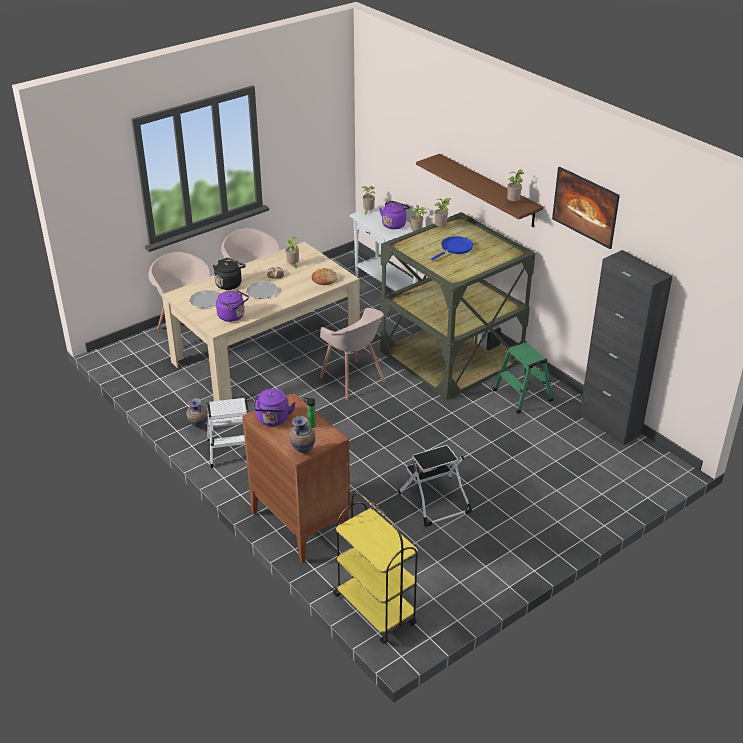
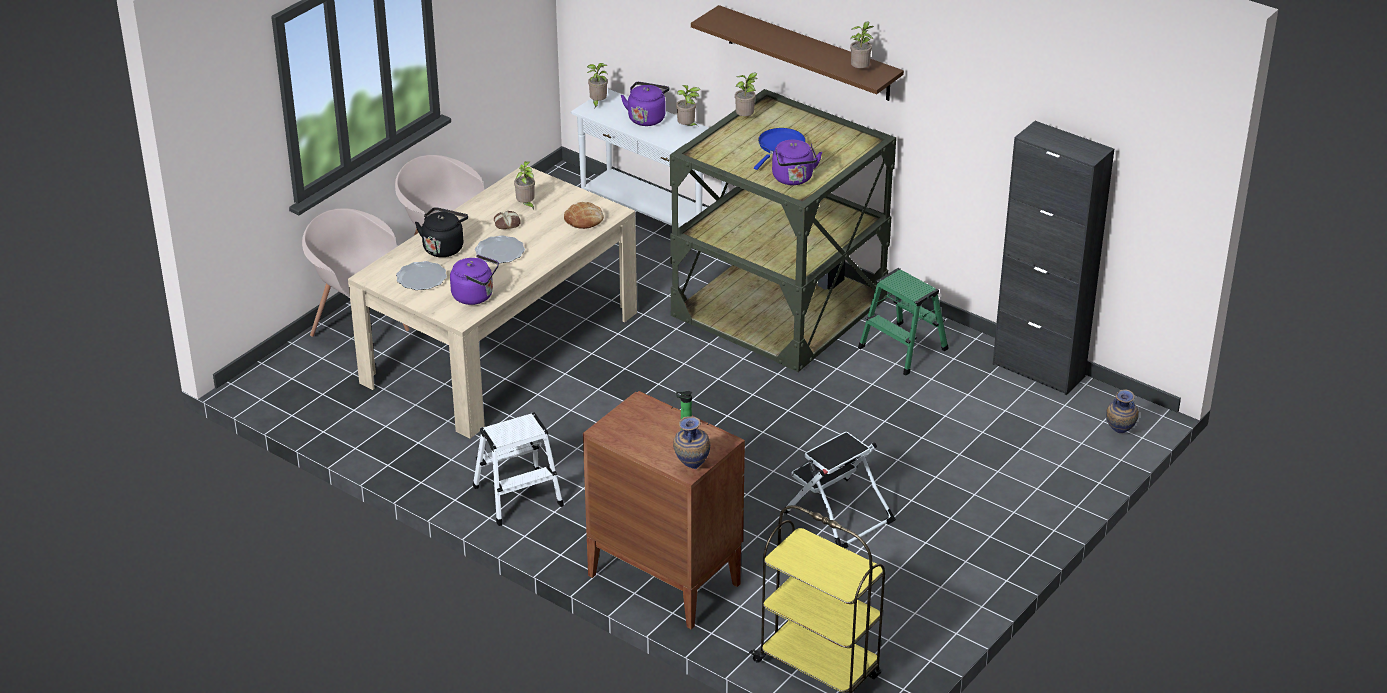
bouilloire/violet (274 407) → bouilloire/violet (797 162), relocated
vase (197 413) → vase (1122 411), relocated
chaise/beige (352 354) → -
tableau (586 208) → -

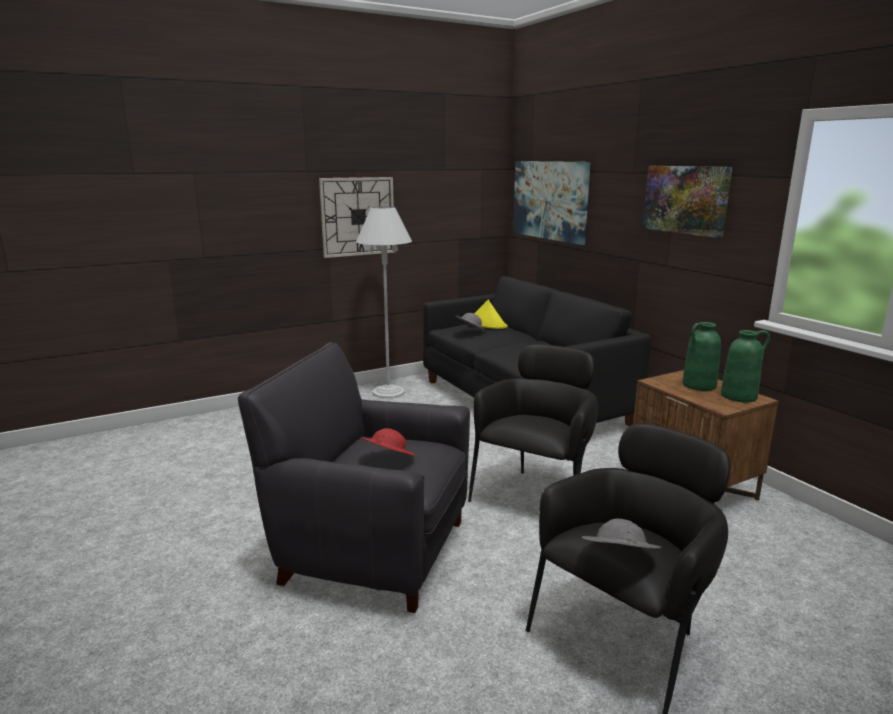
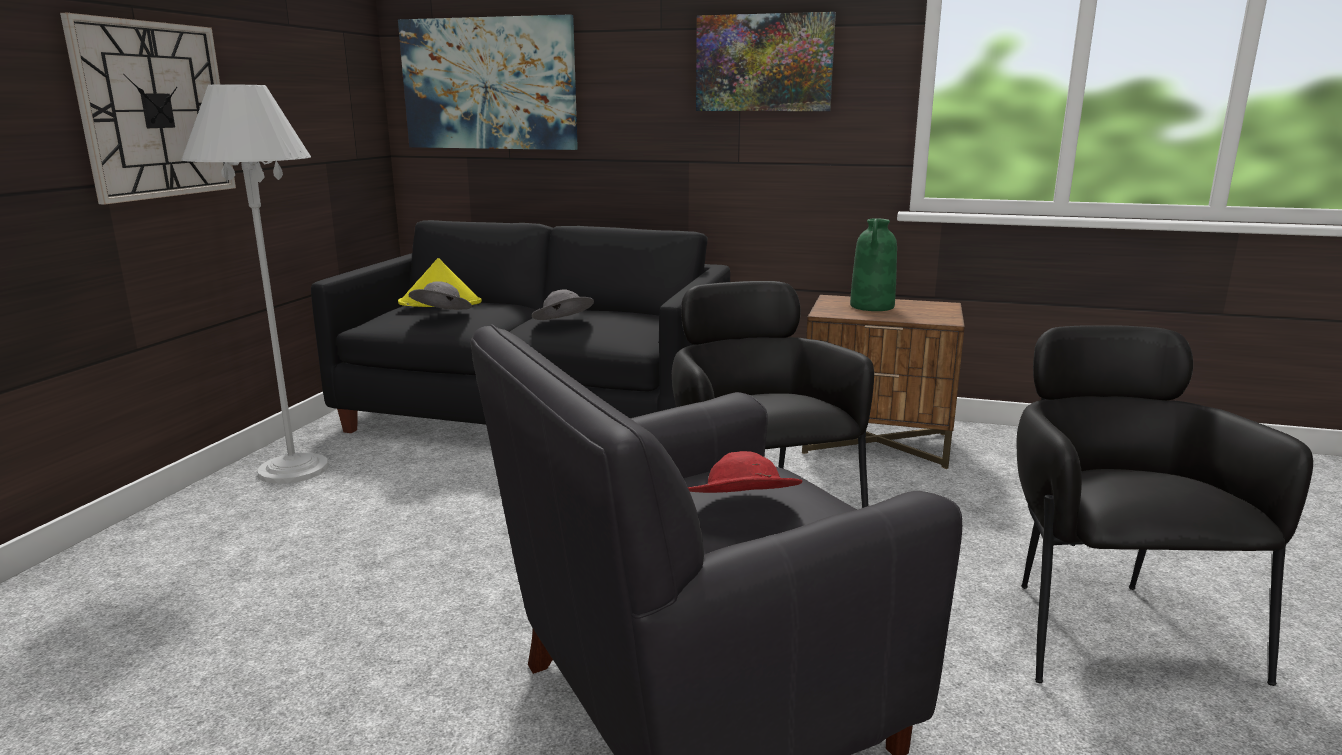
chapeau/gris (622 533) → chapeau/gris (563 304), relocated
vase/vert (745 366) → -

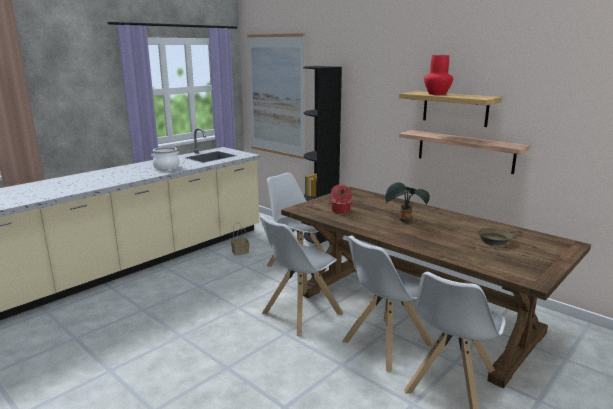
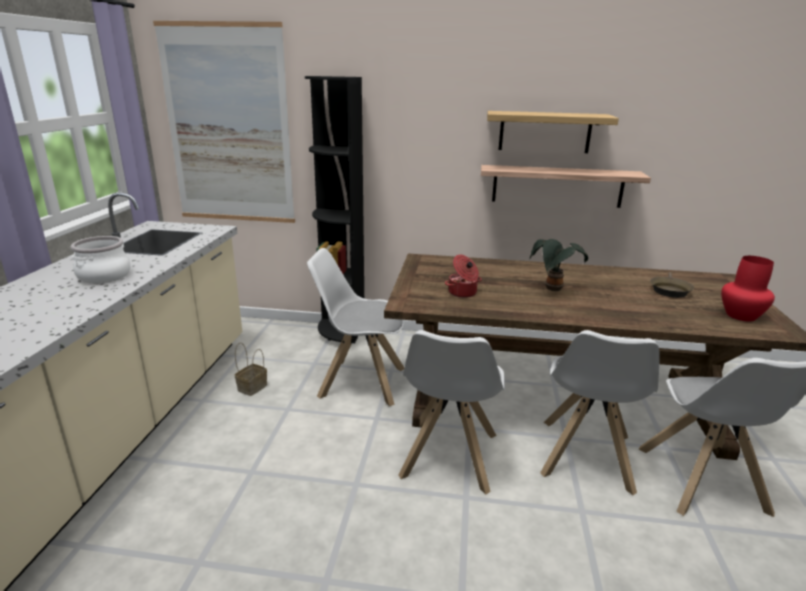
vase/rouge (438 75) → vase/rouge (748 288), relocated

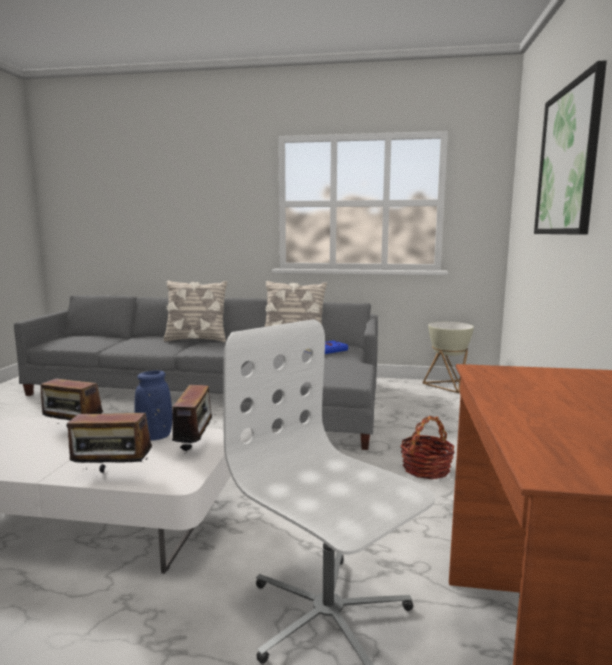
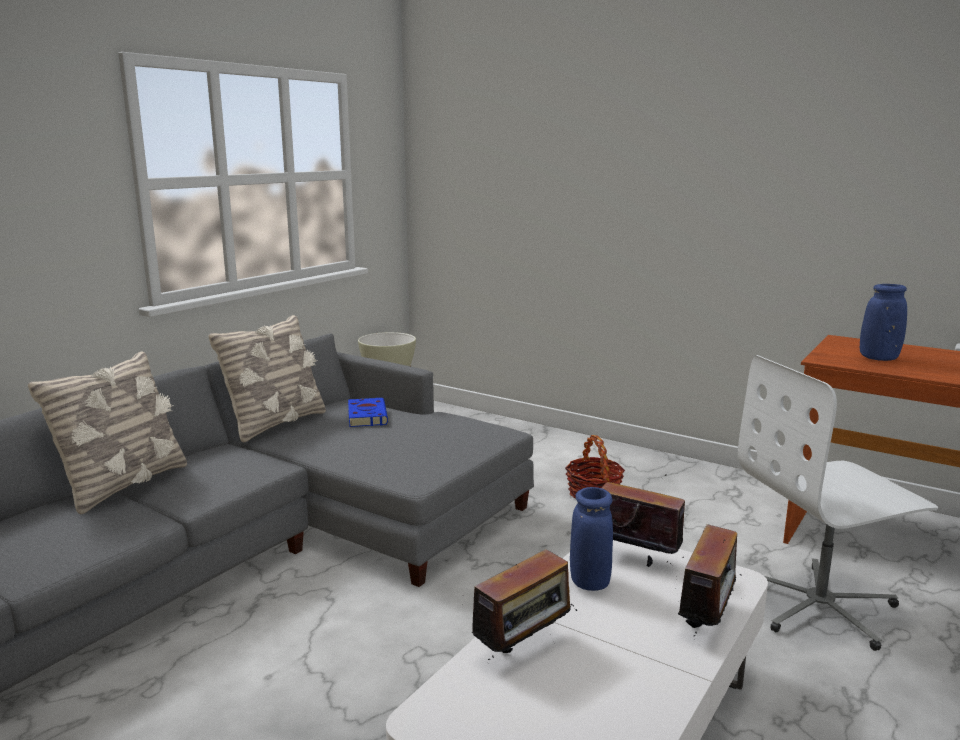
- → vase/bleu (883 322)
tableau (570 147) → -

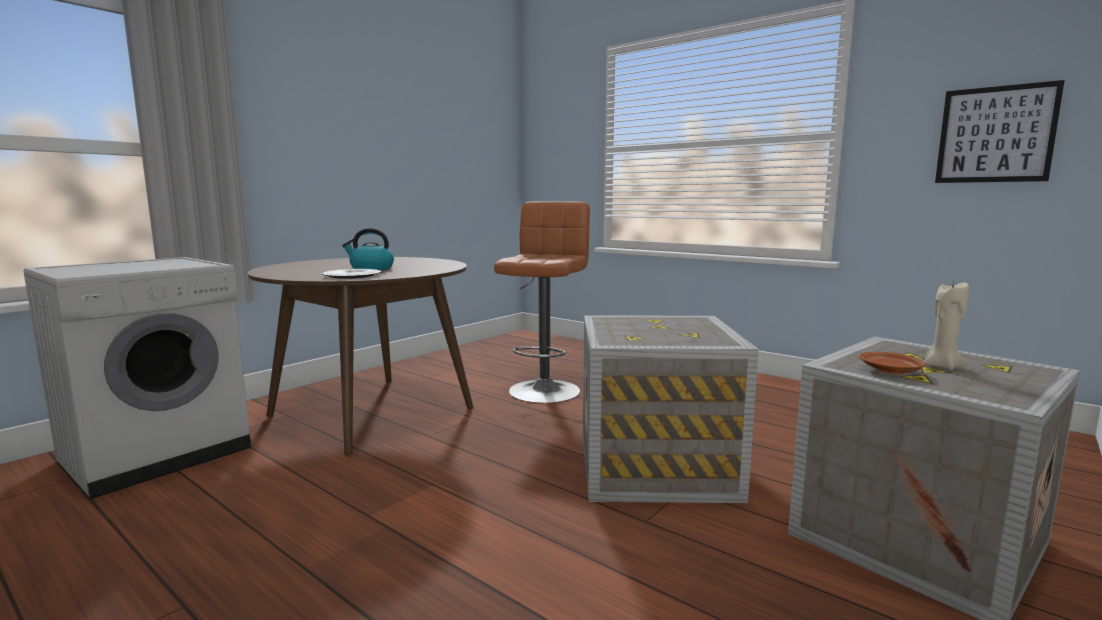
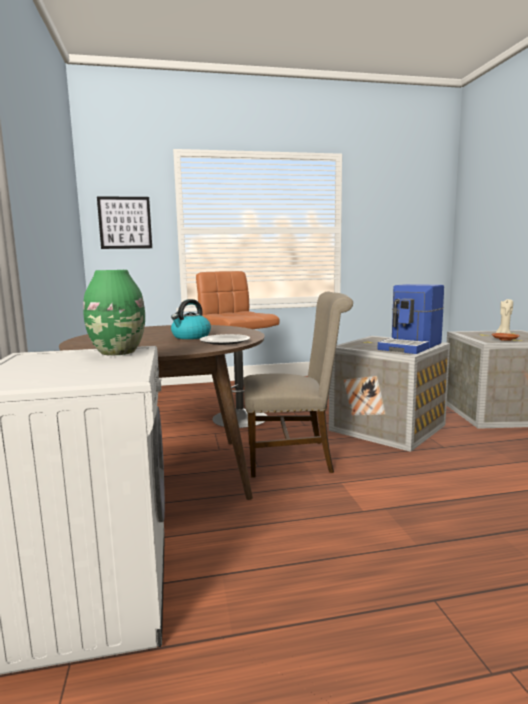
- → vase/vert (114 313)
tableau (1000 131) → tableau (124 222), relocated
- → chaise/beige (298 385)
- → machine à café (411 319)

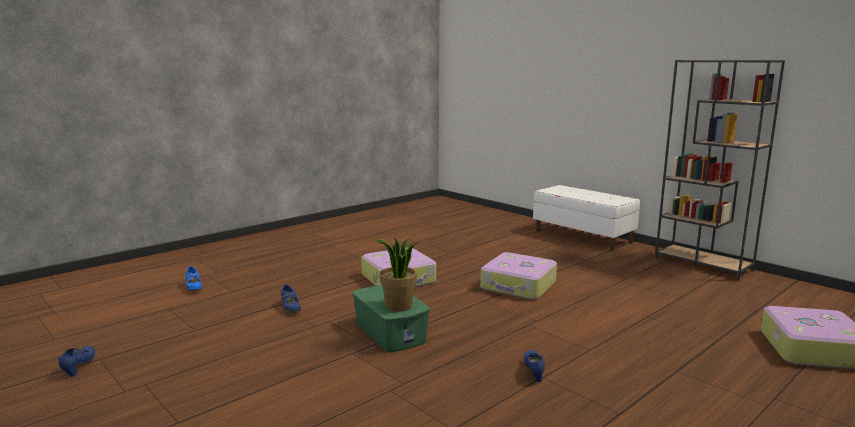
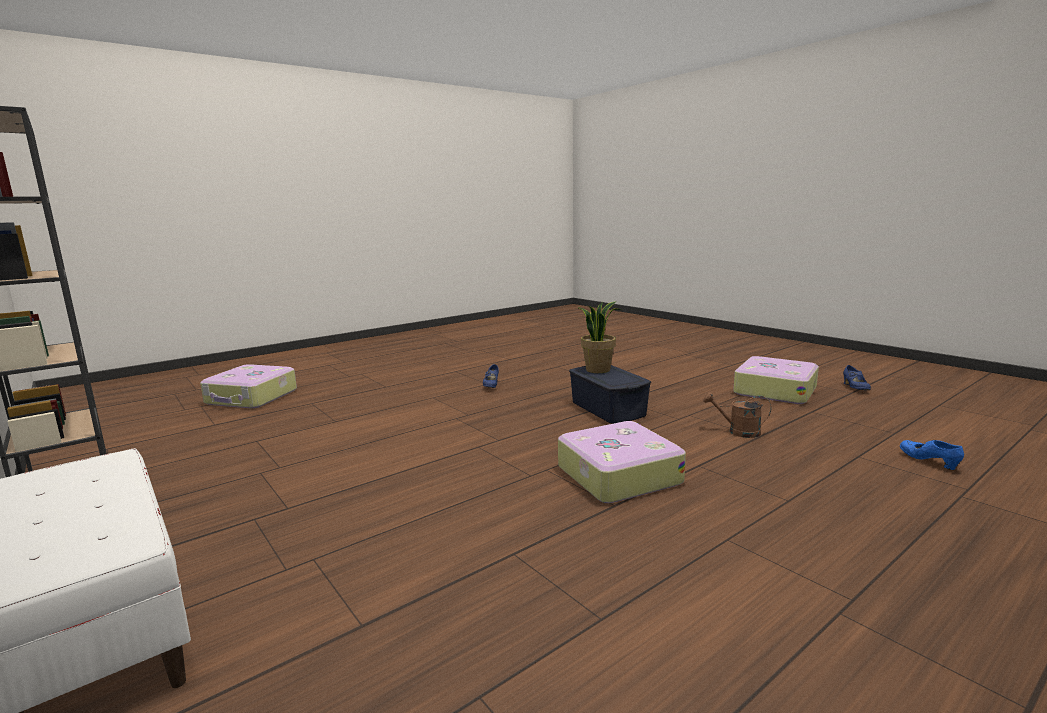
boîte de rangement/vert (391 318) → boîte de rangement/bleu (610 394)
chaussure/bleu (291 298) → arrosoir/marron (737 415)
valise (518 276) → valise (776 380), relocated

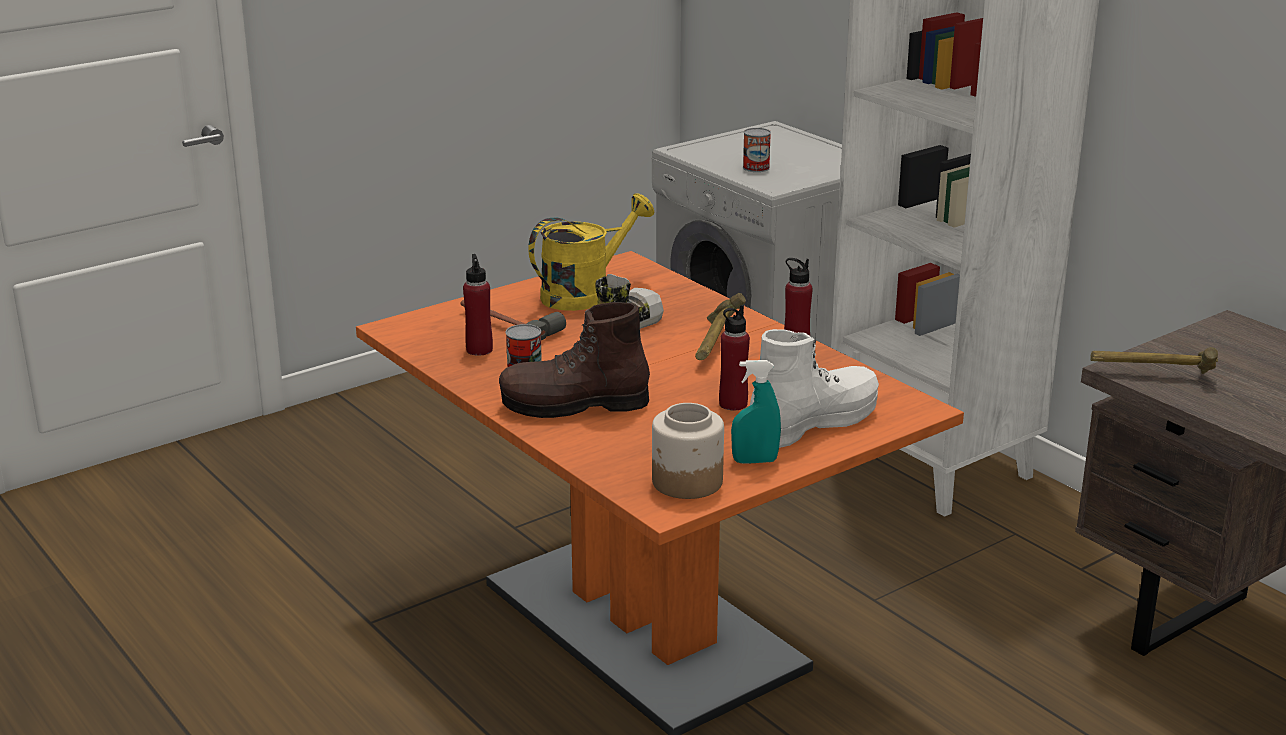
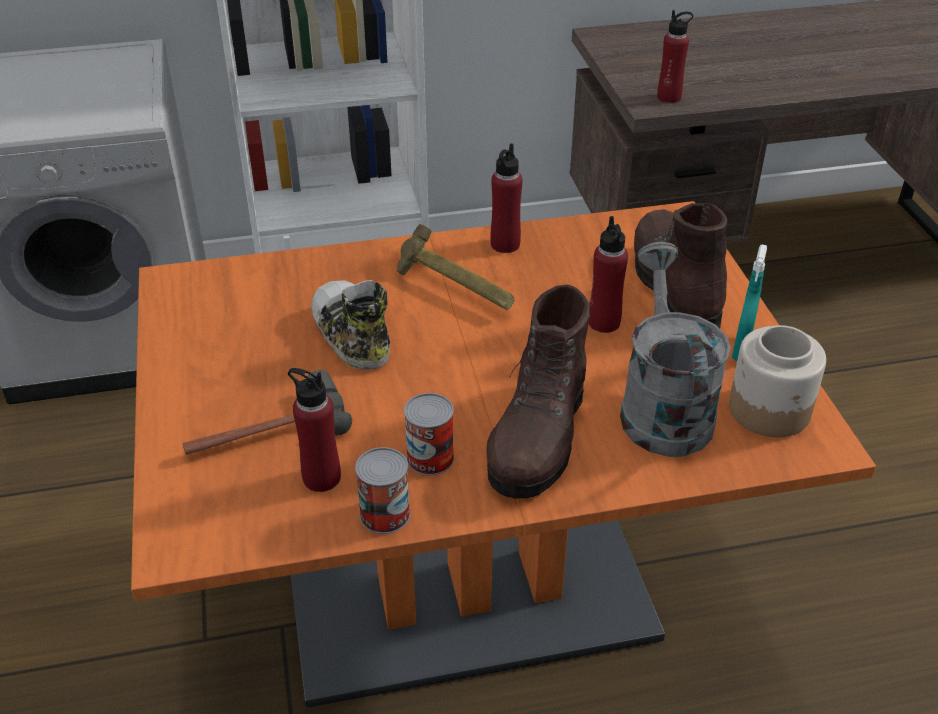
boîte métallique (757 150) → boîte métallique (382 490), relocated
- → arrosoir/gris (675 349)
botte/blanc (814 388) → botte/marron (680 265)
marteau (1154 360) → bouteille/rouge (675 56)
arrosoir/jaune (591 252) → -

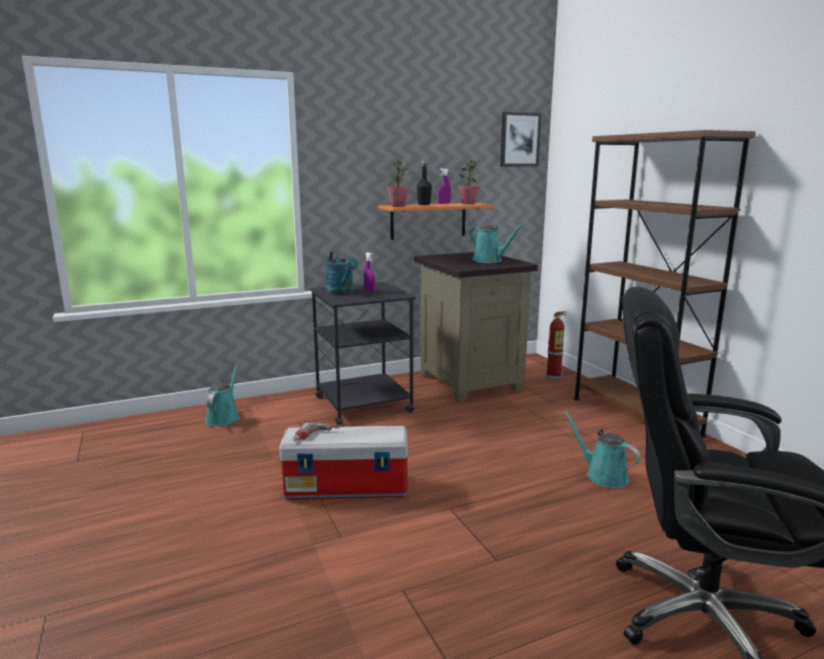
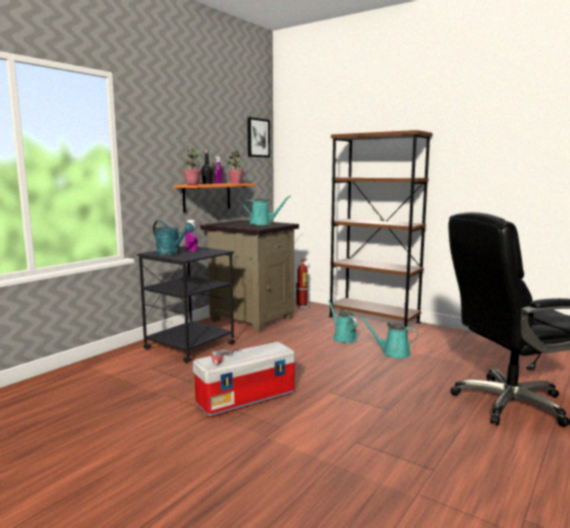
arrosoir/turquoise (222 395) → arrosoir/turquoise (343 321), relocated

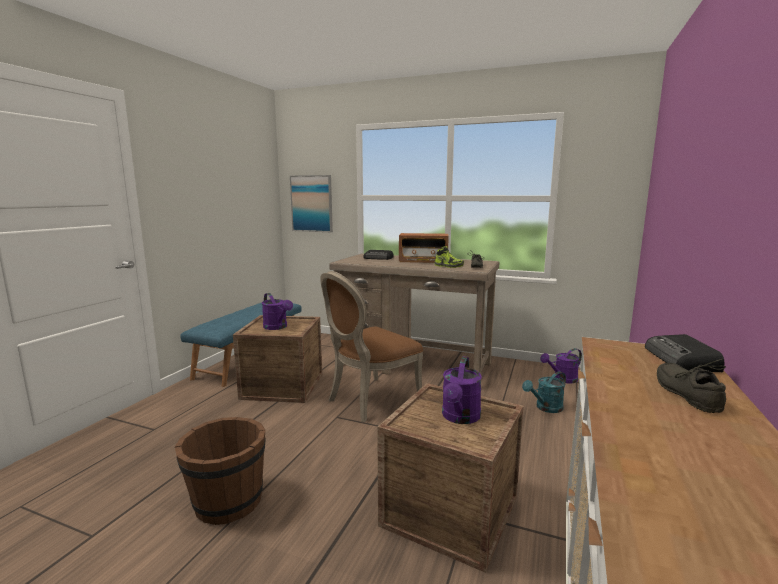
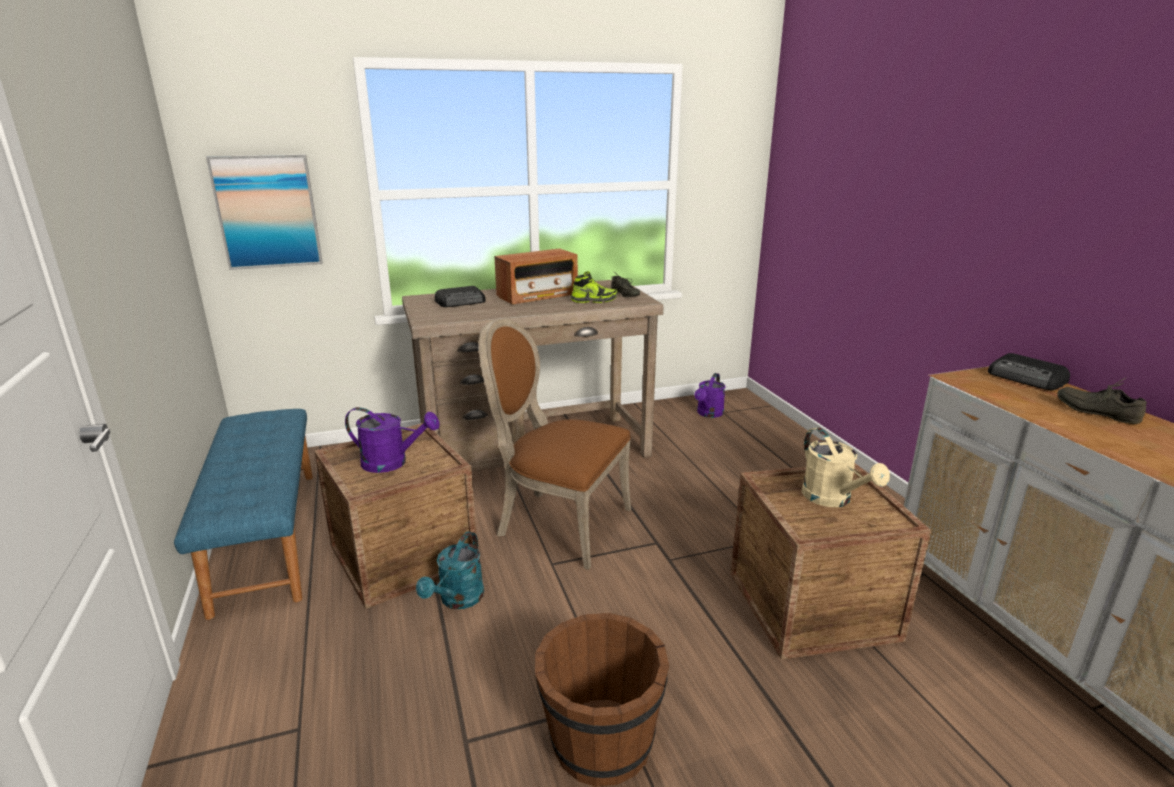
arrosoir/turquoise (544 392) → arrosoir/turquoise (450 570), relocated
chaise/marron (371 346) → chaise/marron (555 444), 105 degrees clockwise
arrosoir/violet (462 390) → arrosoir/beige (845 467)

